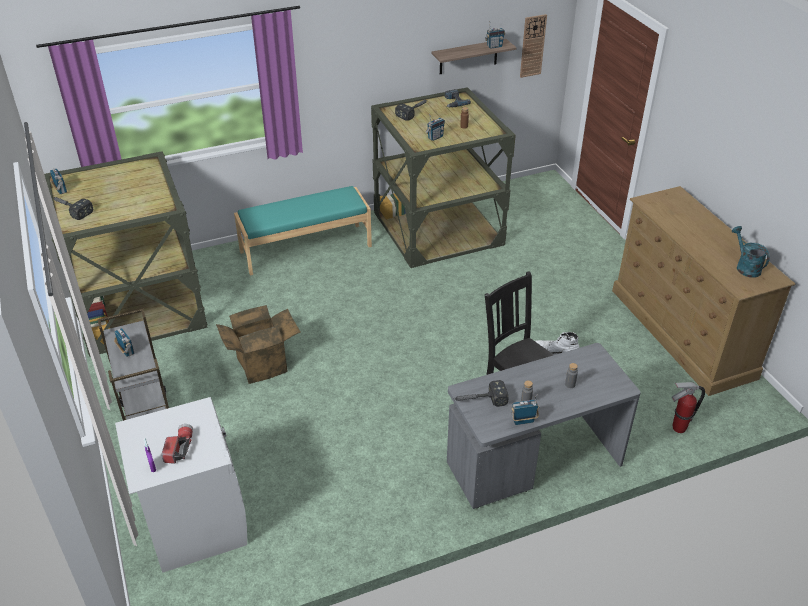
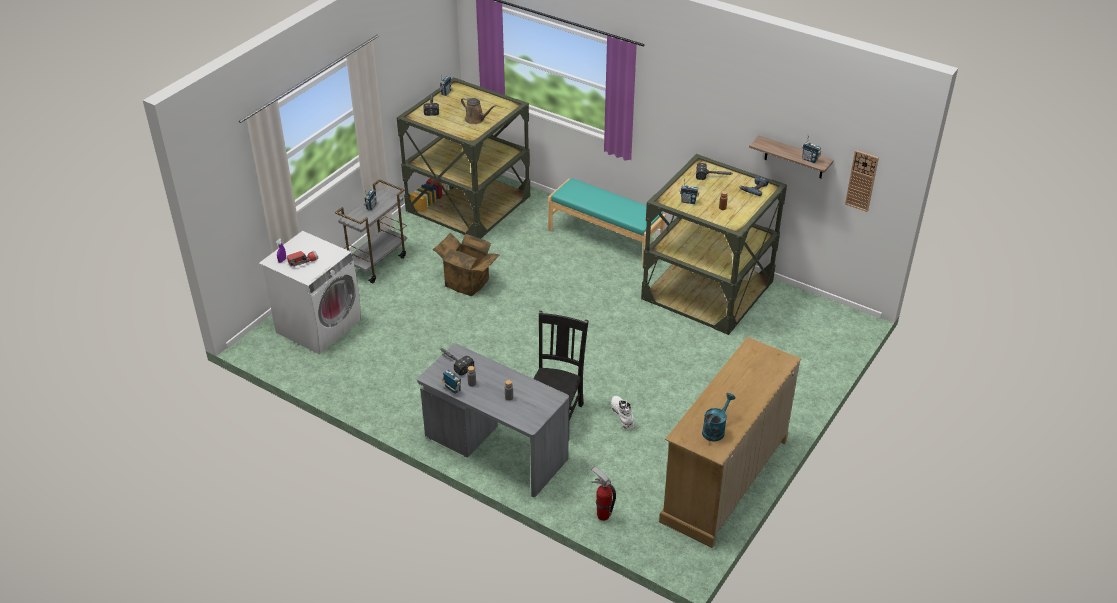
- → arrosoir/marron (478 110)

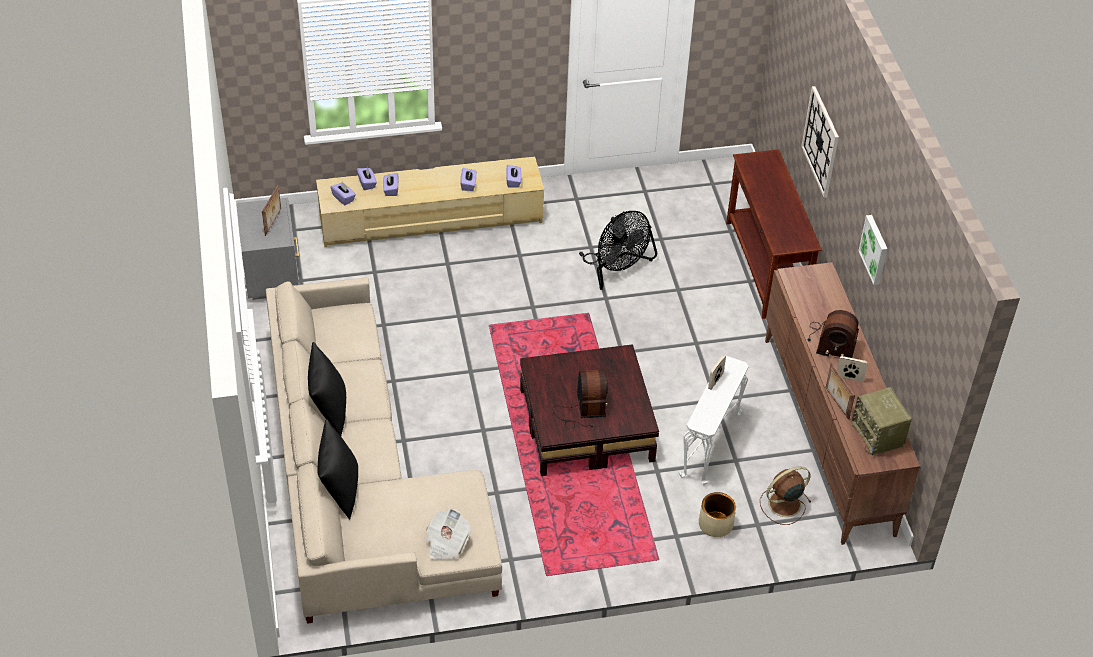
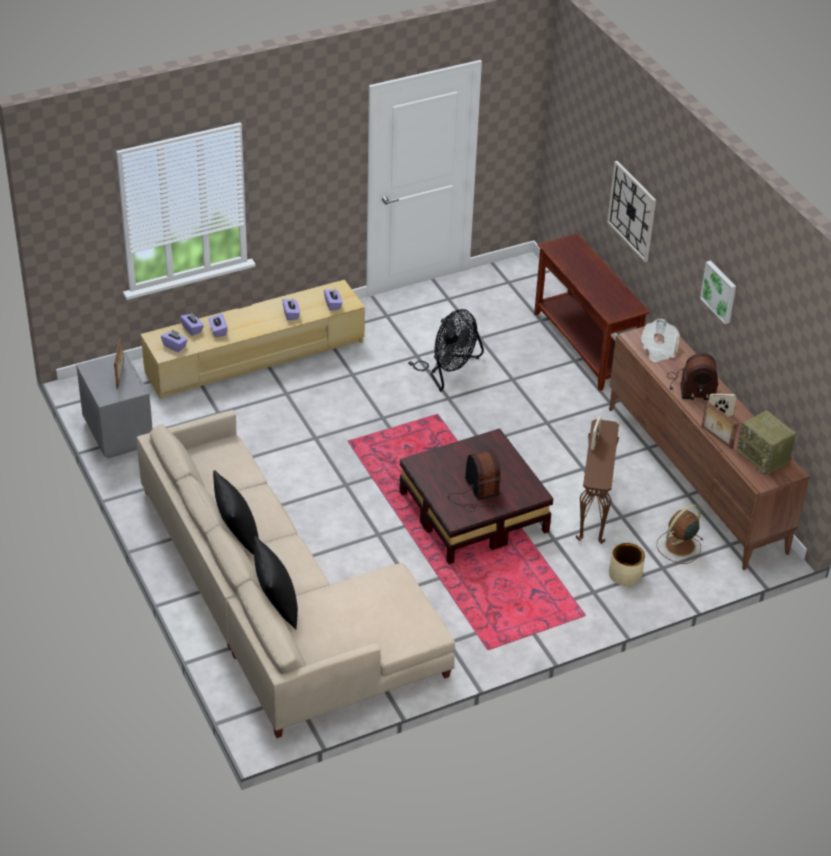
table d'appoint/blanc (714 420) → table d'appoint/marron (597 481)
journal (448 534) → journal (660 340), relocated

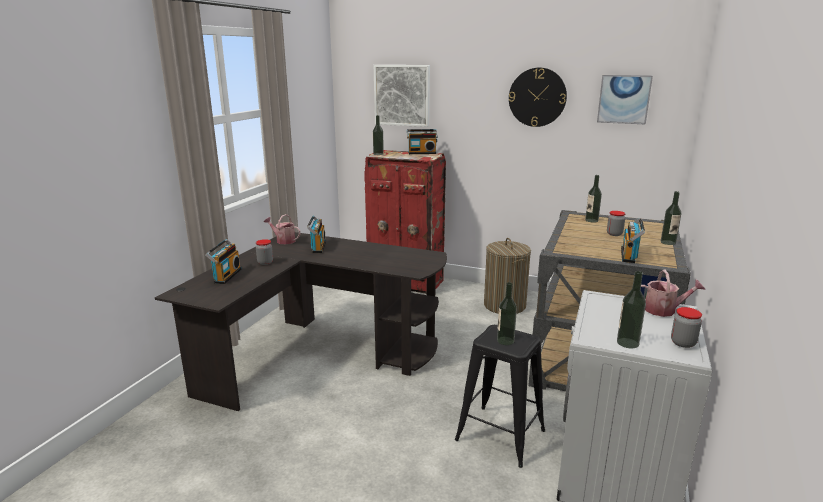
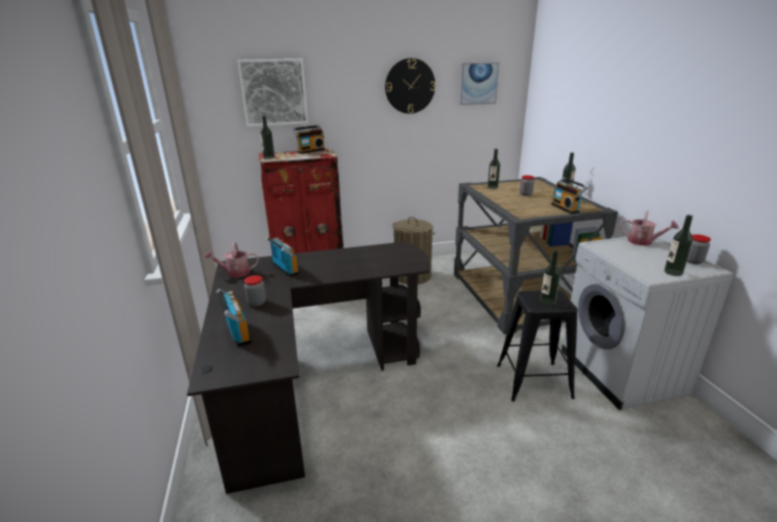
arrosoir (673 293) → arrosoir (649 228), 60 degrees clockwise

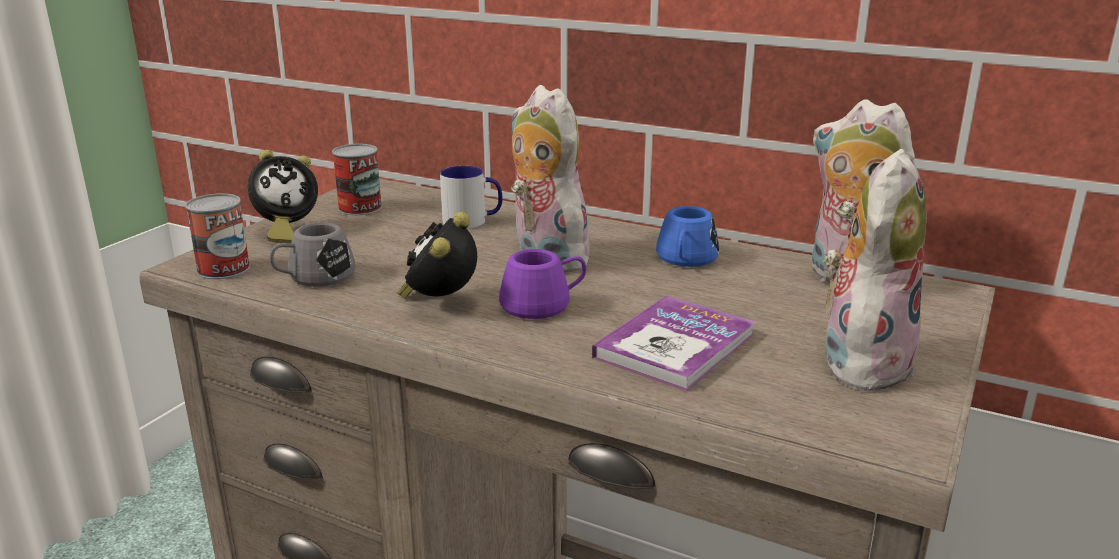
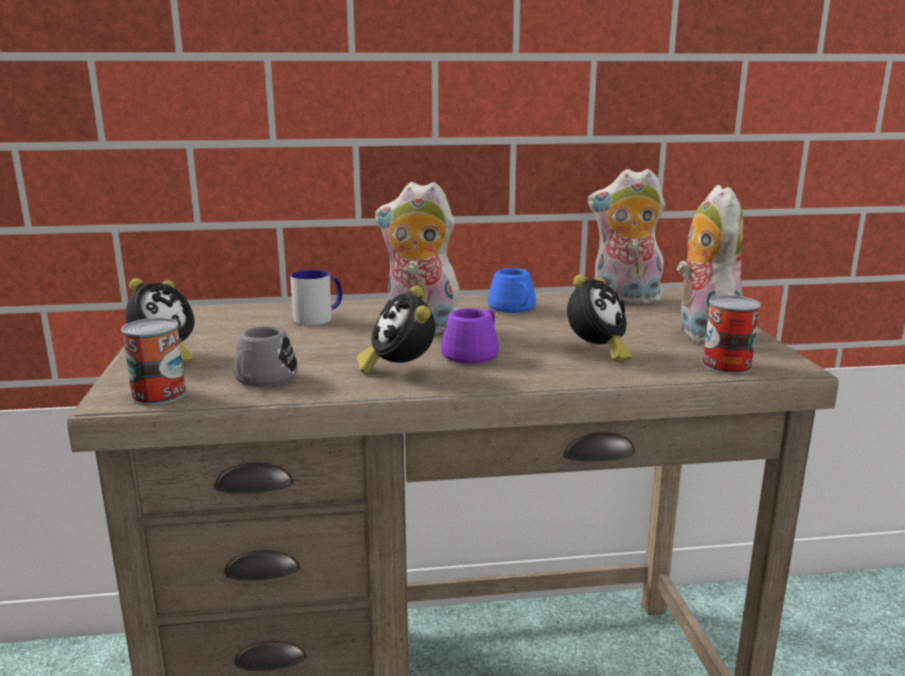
livre (674 343) → réveil (599 318)
boîte métallique (357 179) → boîte métallique (731 334), relocated

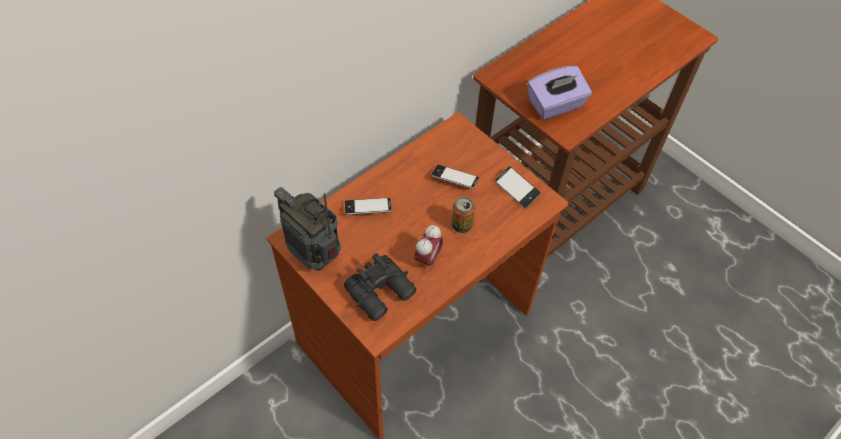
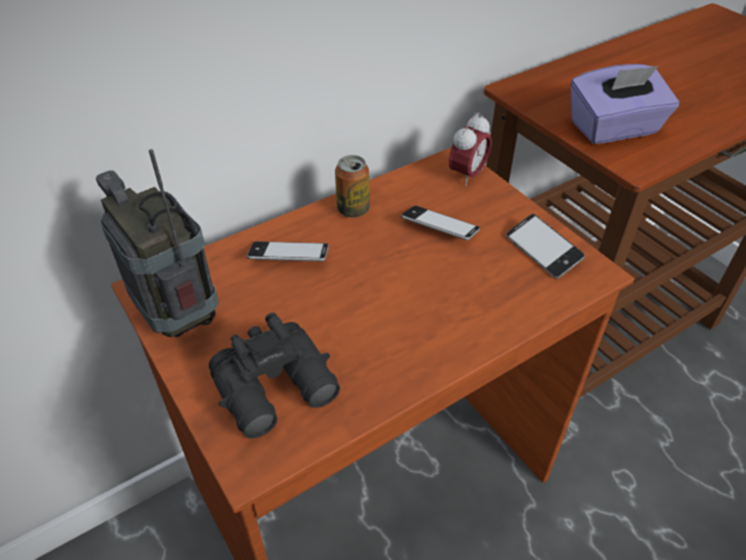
boîte métallique (463 215) → boîte métallique (352 186), relocated
réveil (428 248) → réveil (470 150), relocated

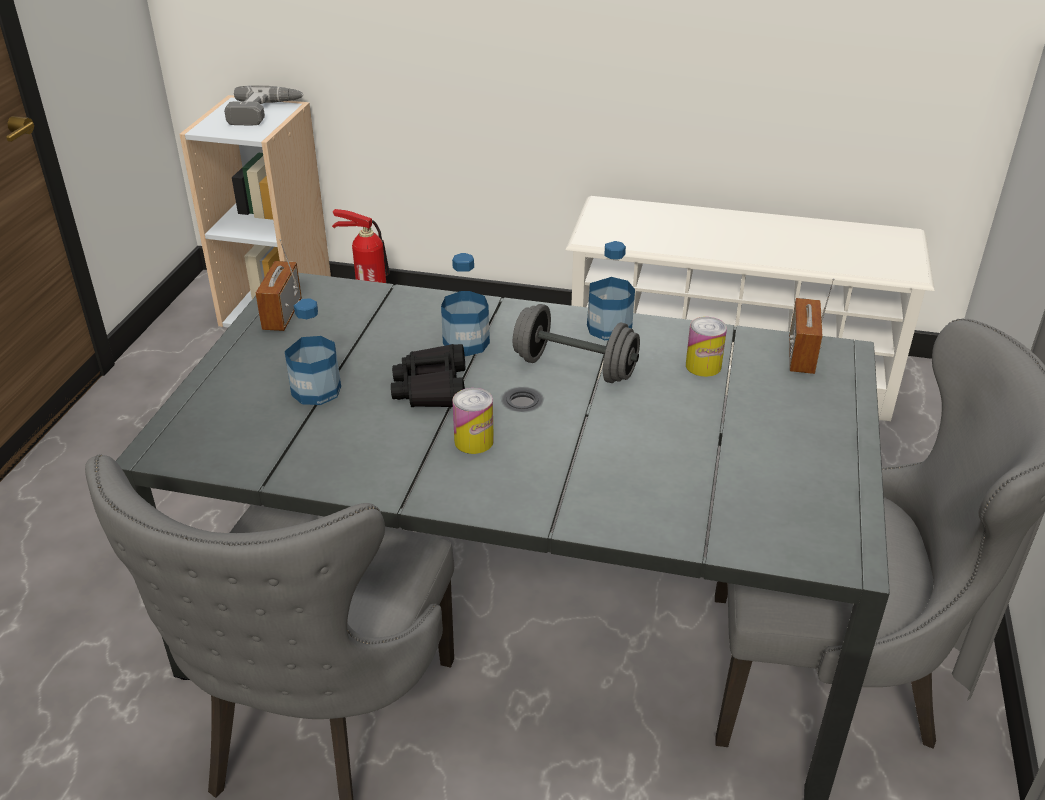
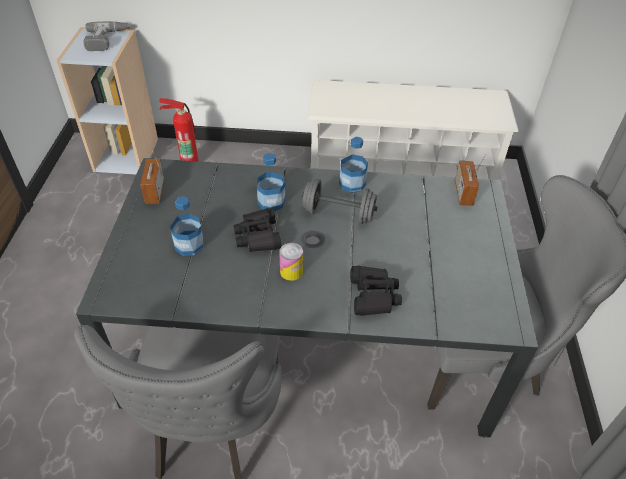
- → jumelles/noir (376 290)
boîte métallique (706 347) → -

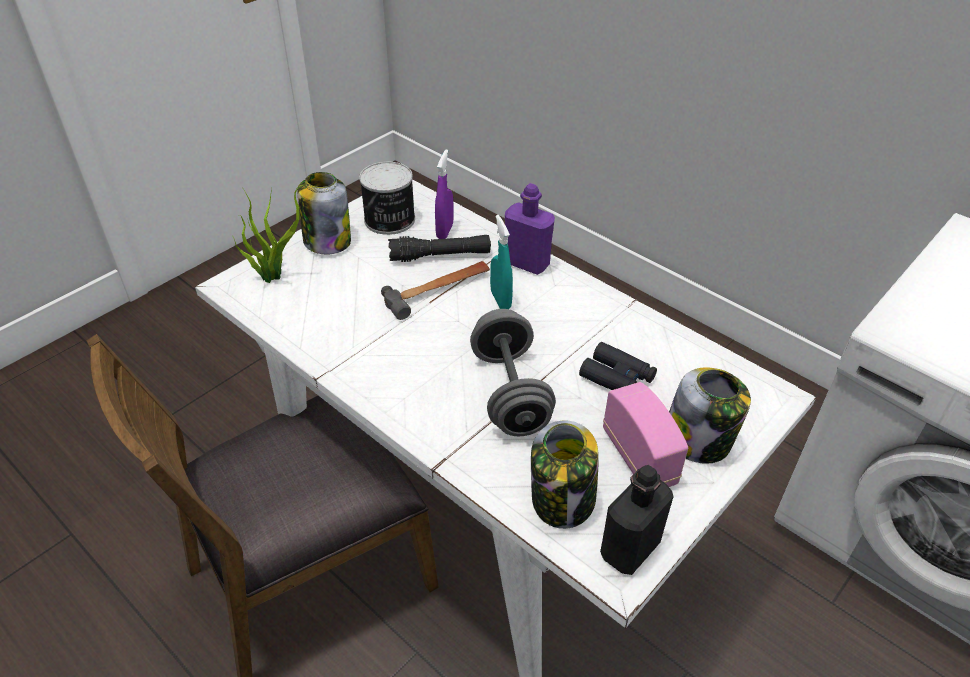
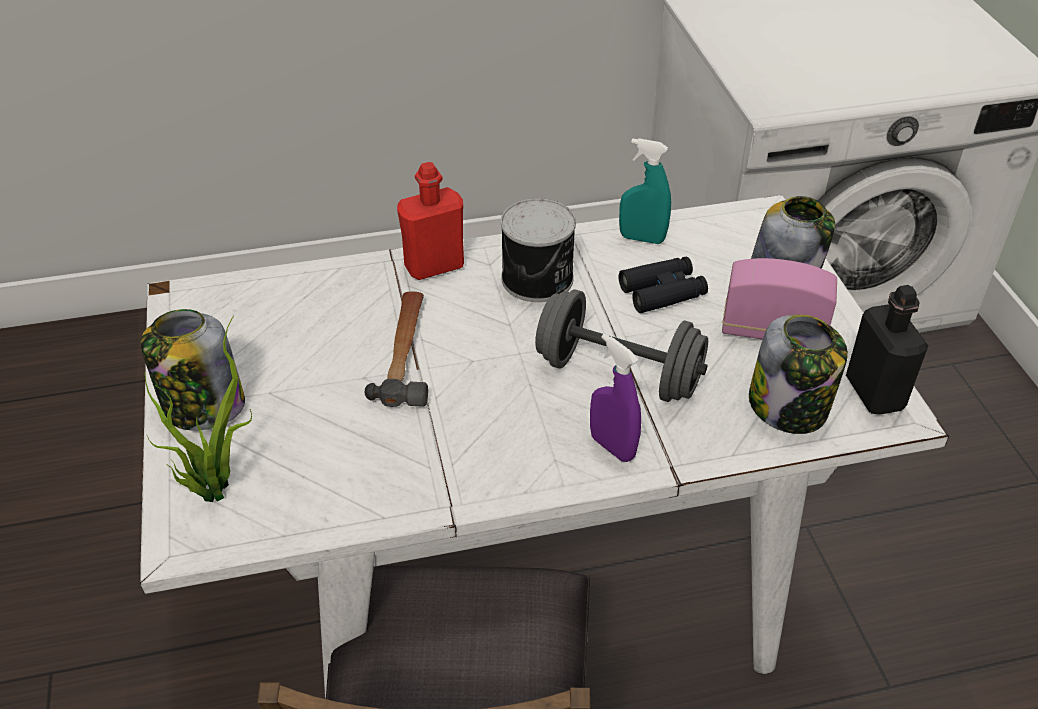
bouteille/violet (530 229) → bouteille/rouge (430 221)
boîte métallique (387 198) → boîte métallique (538 250), relocated
vaporisateur/violet (444 194) → vaporisateur/violet (615 397), relocated
vaporisateur/turquoise (501 262) → vaporisateur/turquoise (645 191), relocated
lampe de poche/noir (439 248) → -

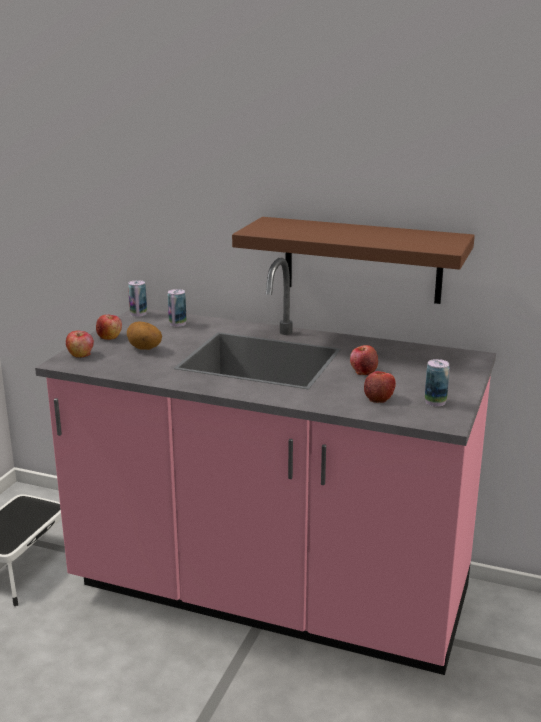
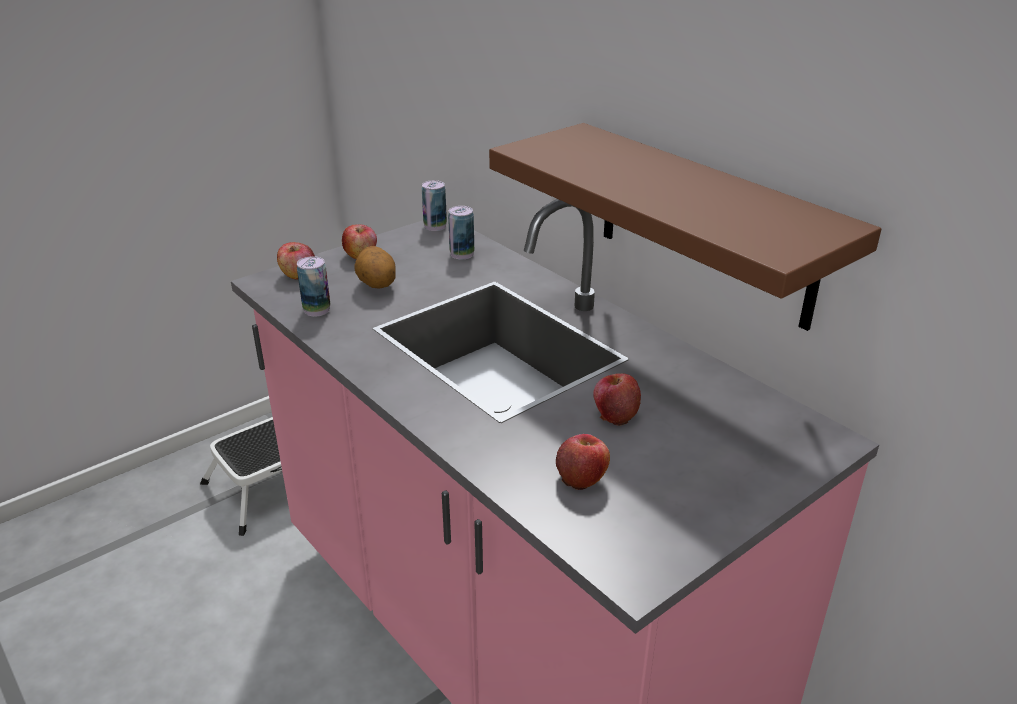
boîte métallique (437 383) → boîte métallique (313 286), relocated

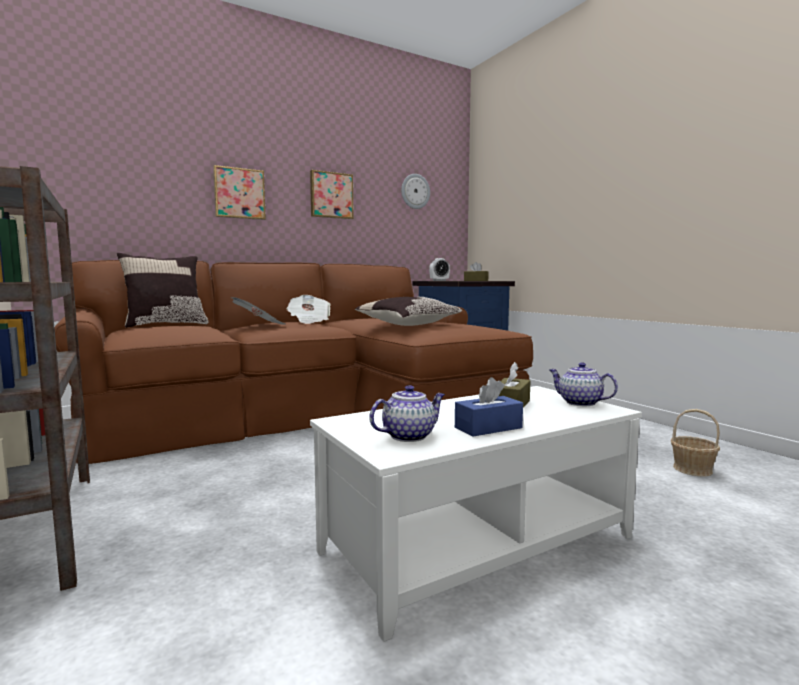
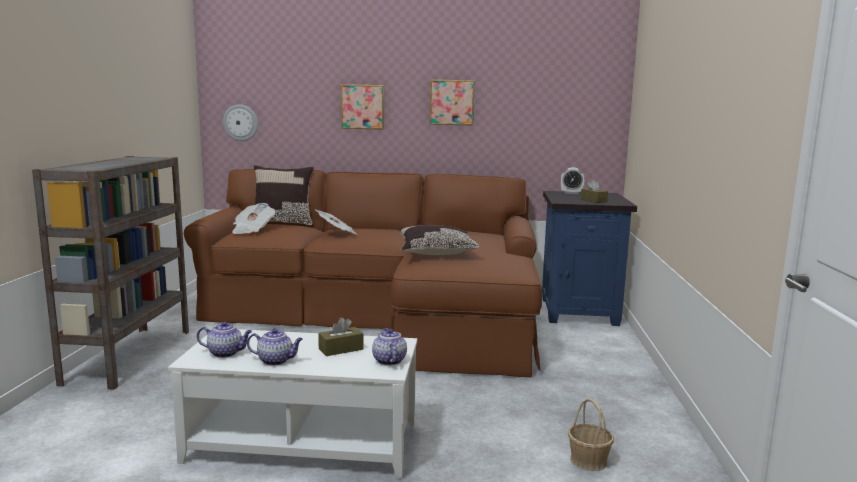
horloge murale (415 191) → horloge murale (240 122), relocated
journal (309 309) → journal (253 218), relocated
boîte à mouchoirs/bleu (489 406) → théière (275 347)

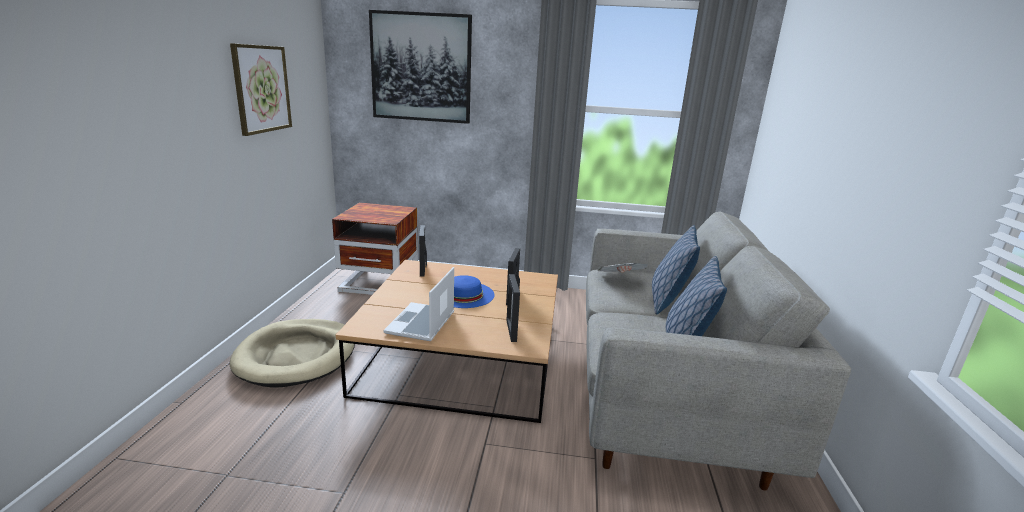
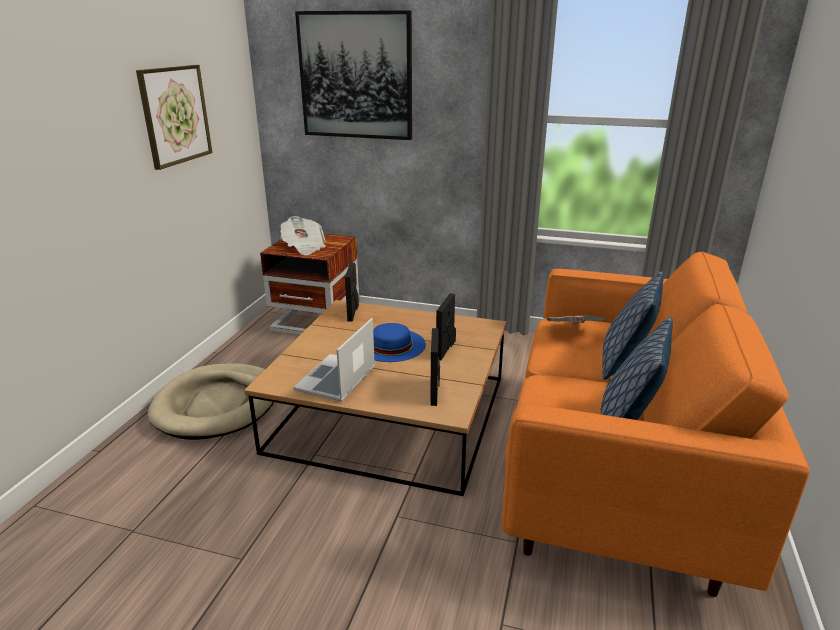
- → journal (303 235)
canapé/gris (718 351) → canapé/orange (656 424)

